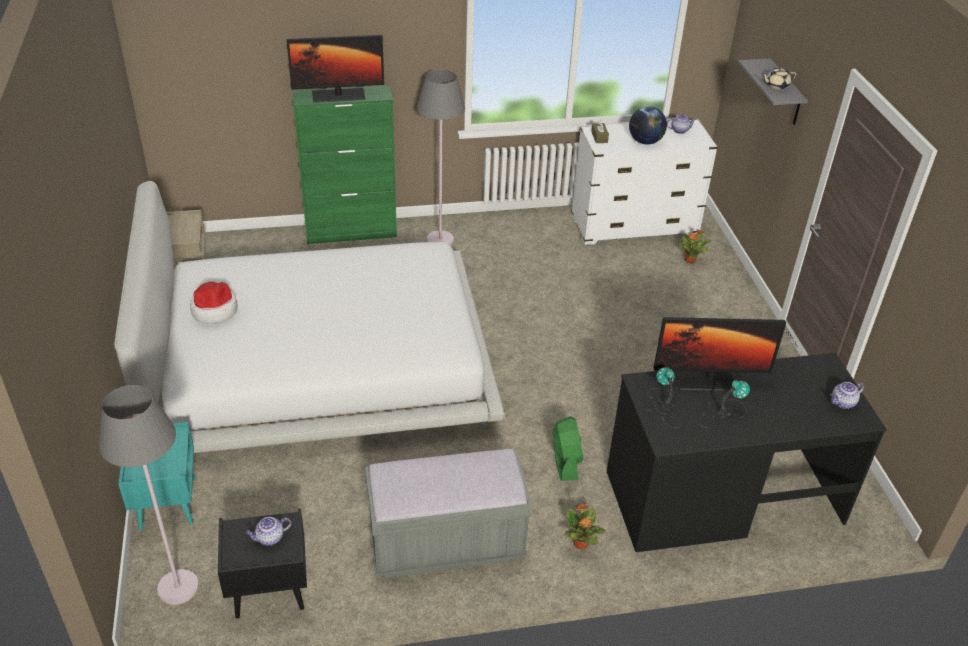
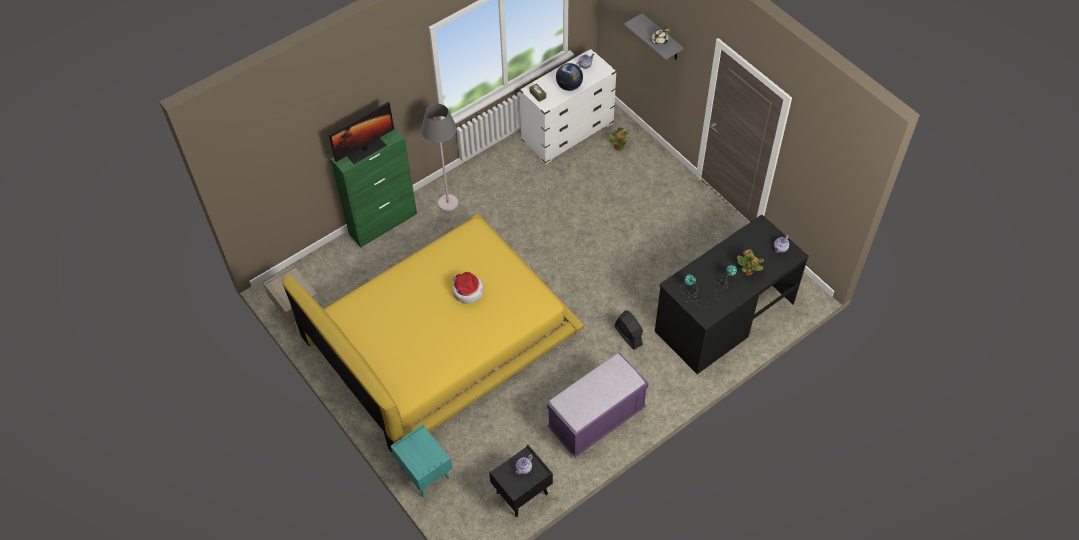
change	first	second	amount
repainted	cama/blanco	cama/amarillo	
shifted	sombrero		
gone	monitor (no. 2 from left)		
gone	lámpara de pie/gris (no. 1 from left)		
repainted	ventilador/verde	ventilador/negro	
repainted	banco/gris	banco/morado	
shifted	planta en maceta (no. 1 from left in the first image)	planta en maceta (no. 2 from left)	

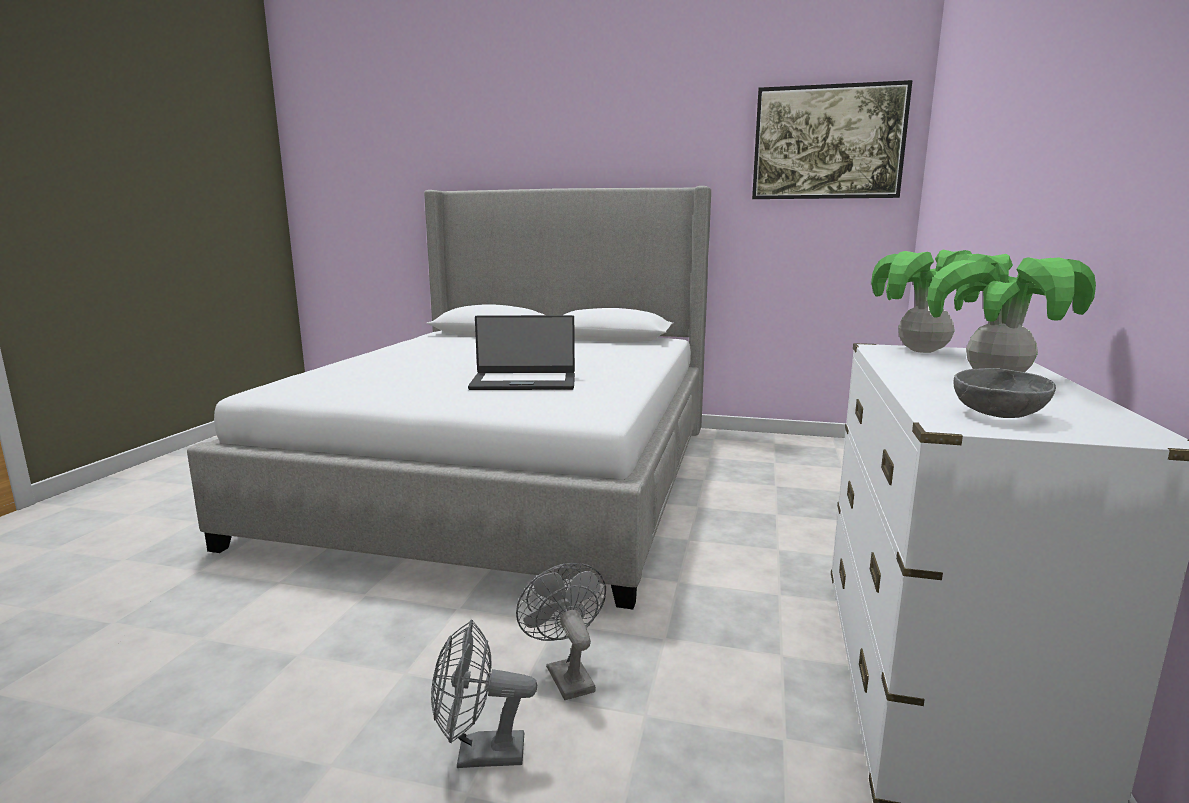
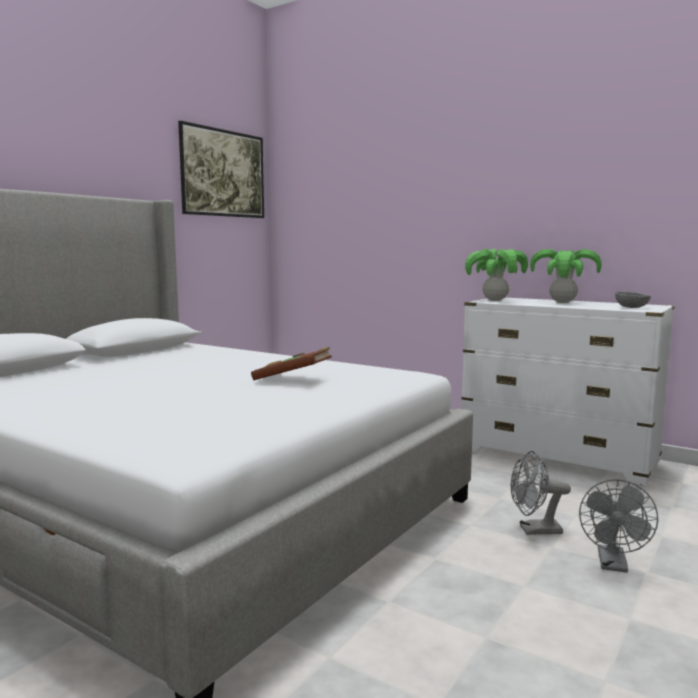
change	first	second	amount
swapped	portátil	libro/marrón	

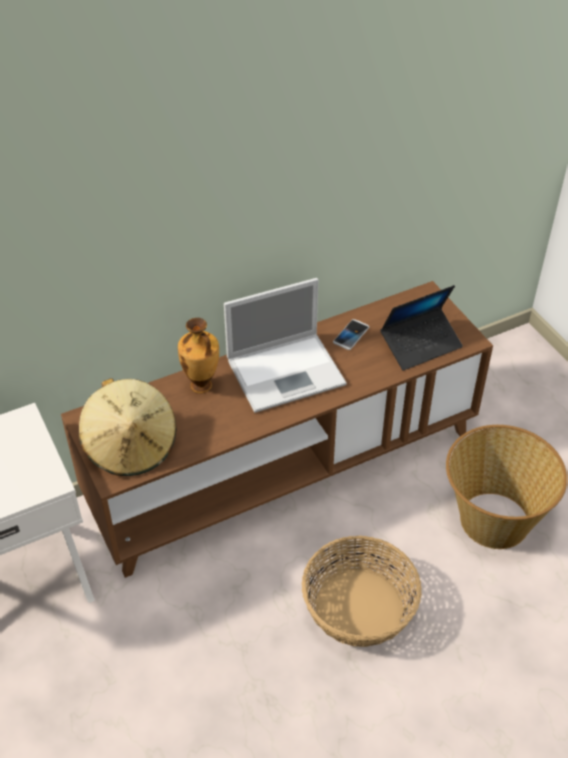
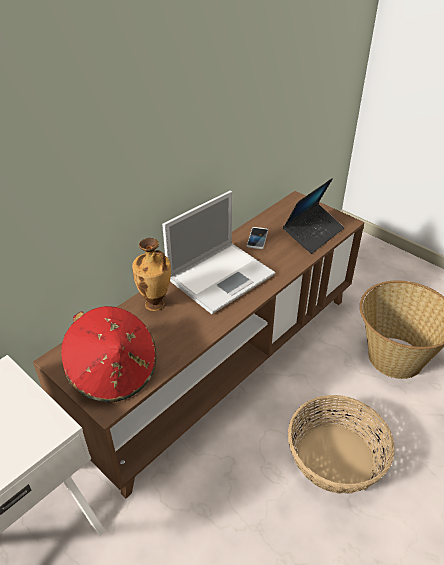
change	first	second	amount
repainted	sombrero/beis	sombrero/rojo	

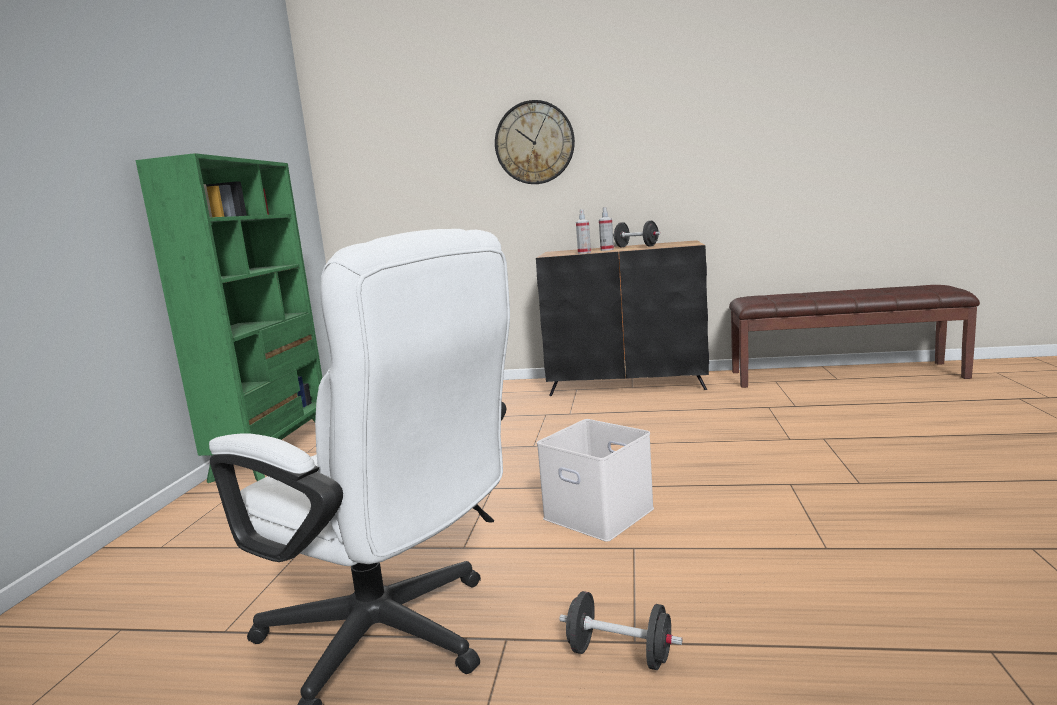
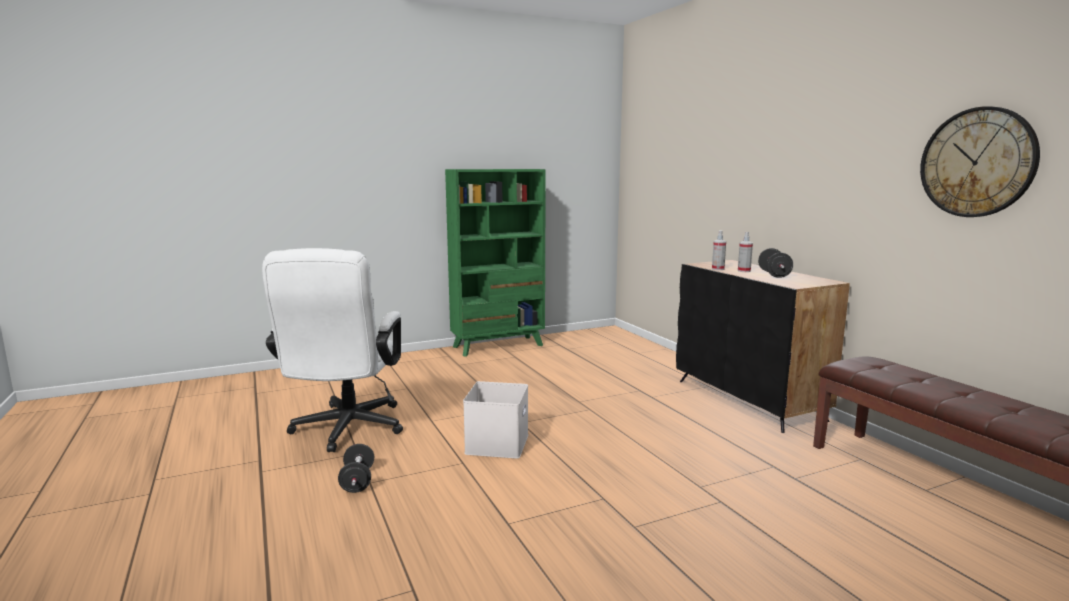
change	first	second	amount
shifted	reloj de pared		

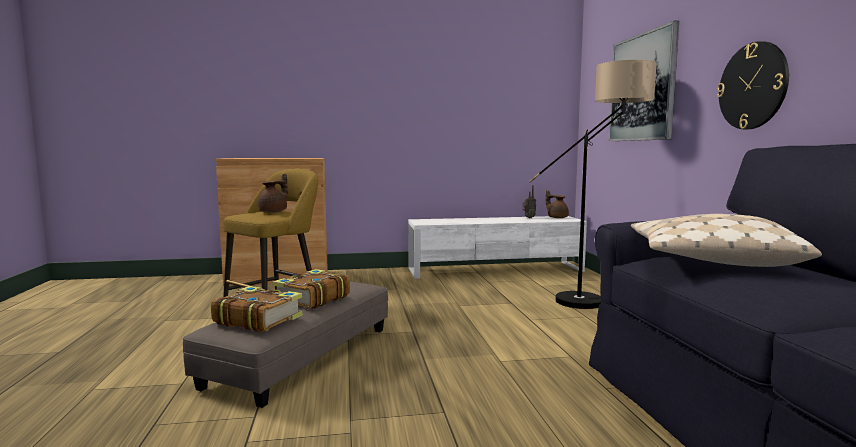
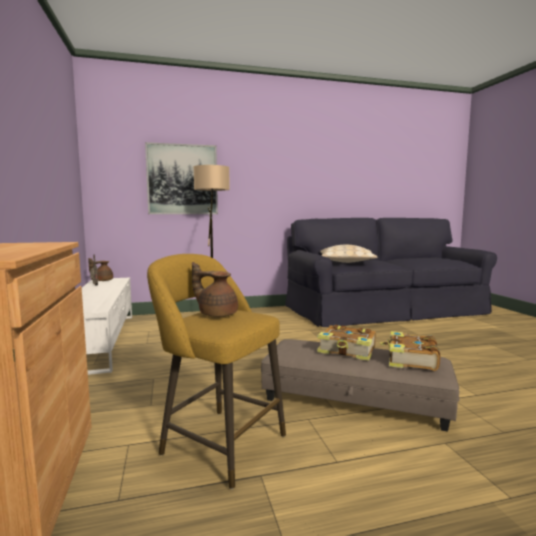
change	first	second	amount
gone	reloj de pared		

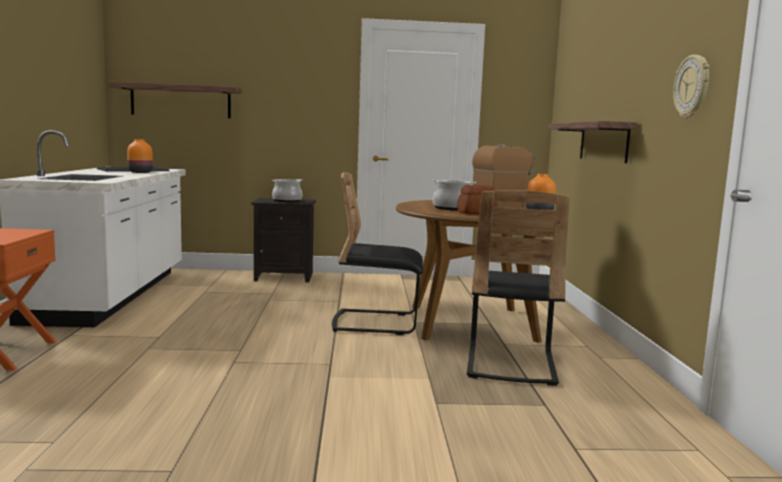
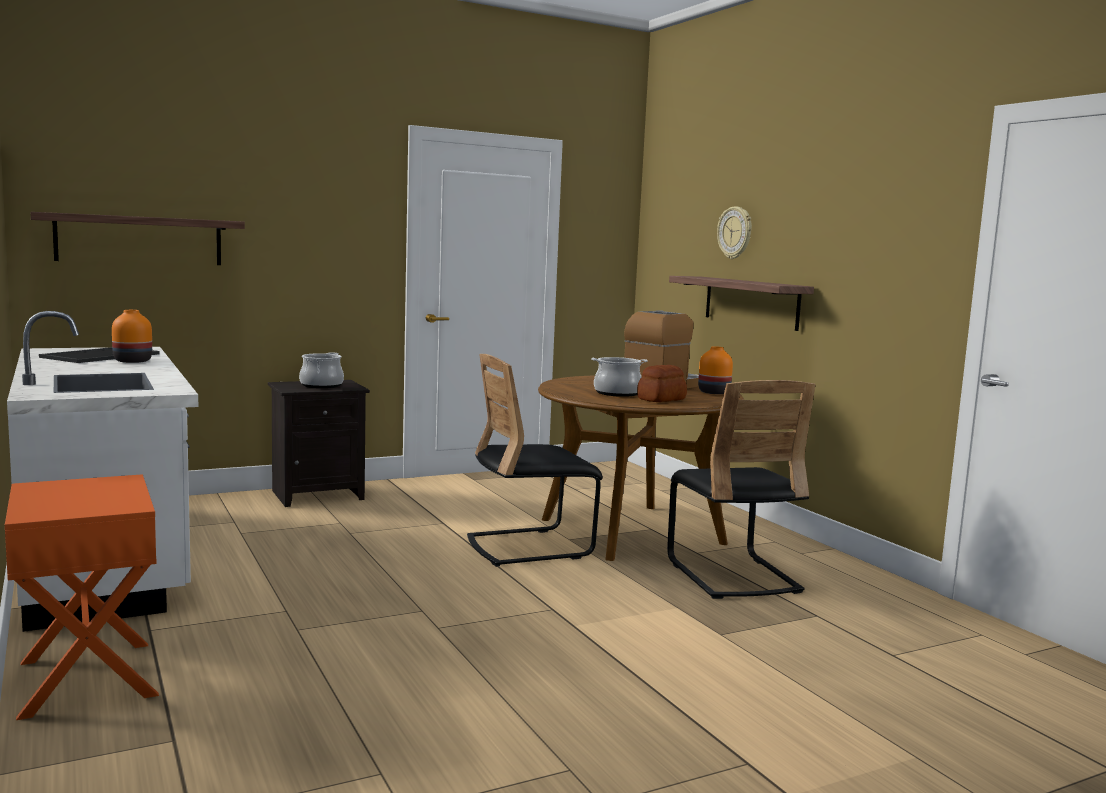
change	first	second	amount
shifted	reloj de pared		

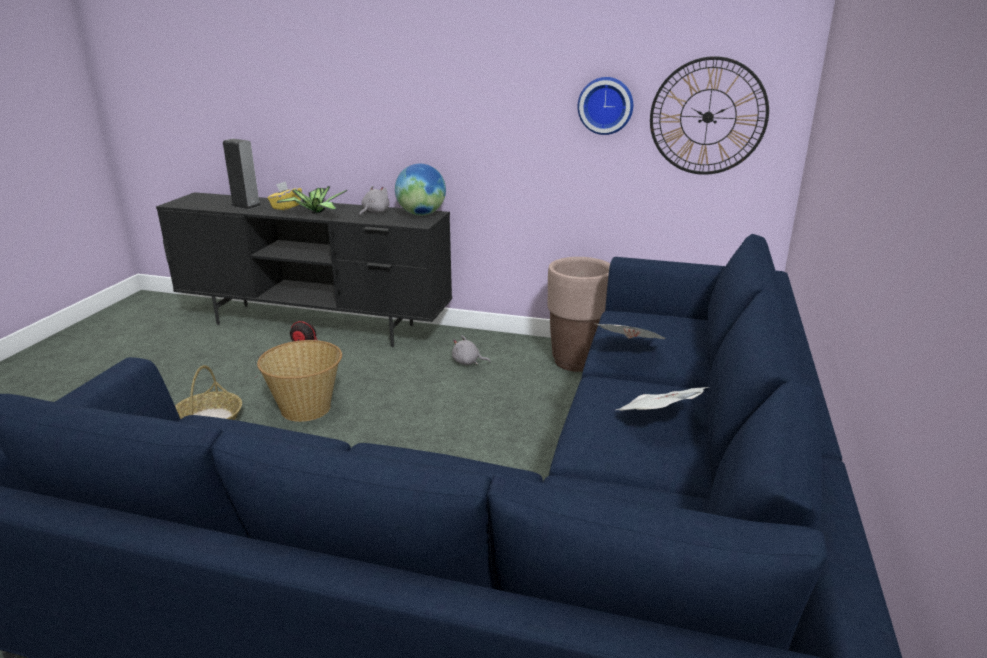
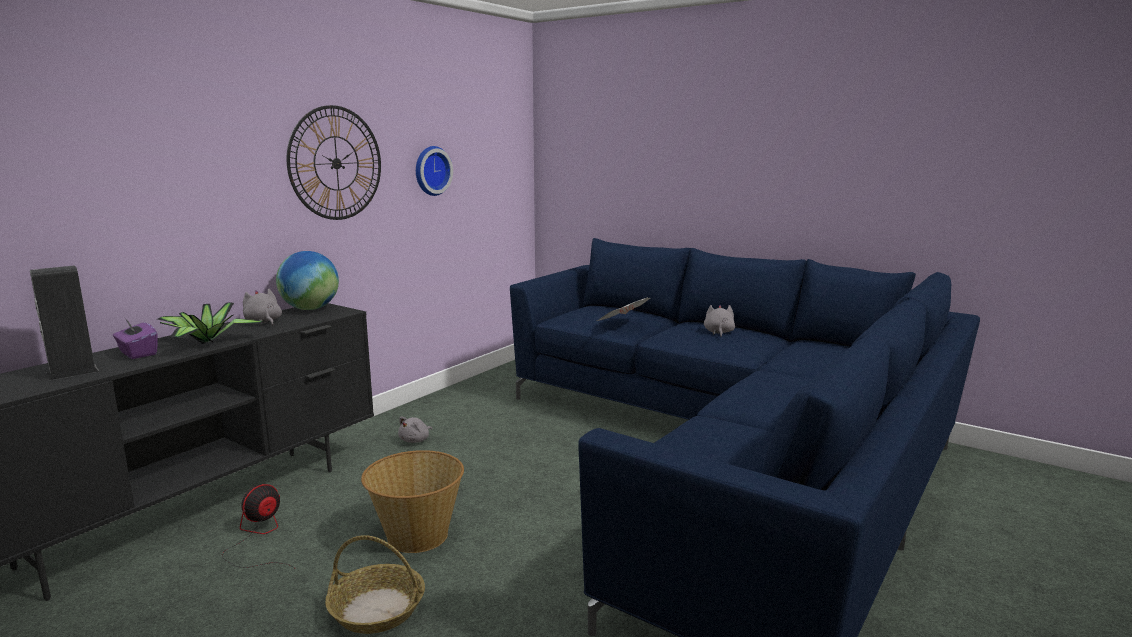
change	first	second	amount
shifted	reloj de pared (no. 2 from left in the first image)	reloj de pared (no. 1 from left)	
repainted	caja de pañuelos/amarillo	caja de pañuelos/morado	
gone	maceta/marrón		
swapped	periódico (no. 2 from left)	peluche/gris (no. 3 from left)	

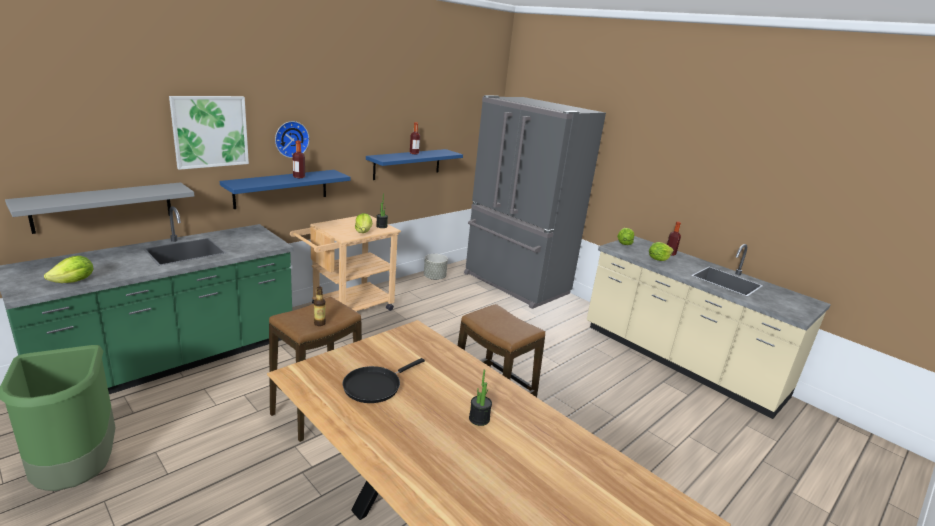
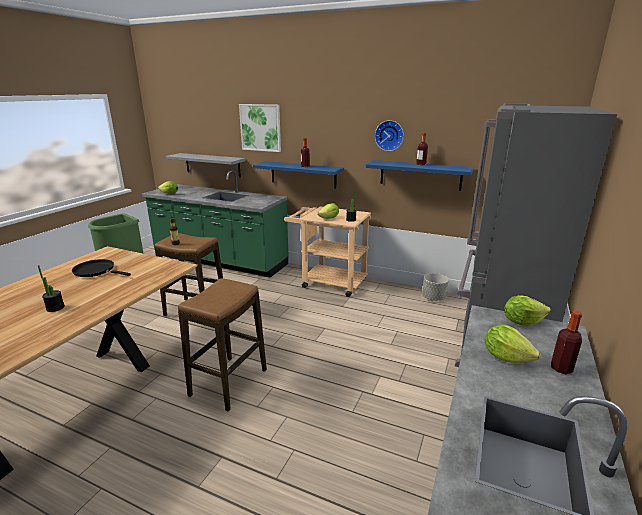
change	first	second	amount
shifted	reloj de pared		

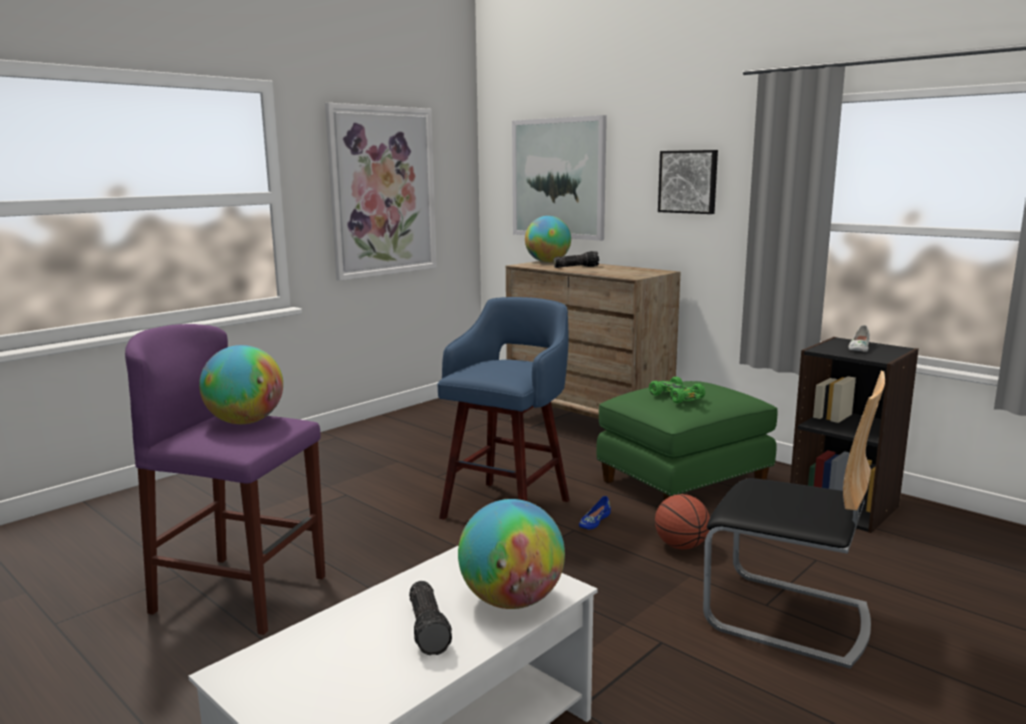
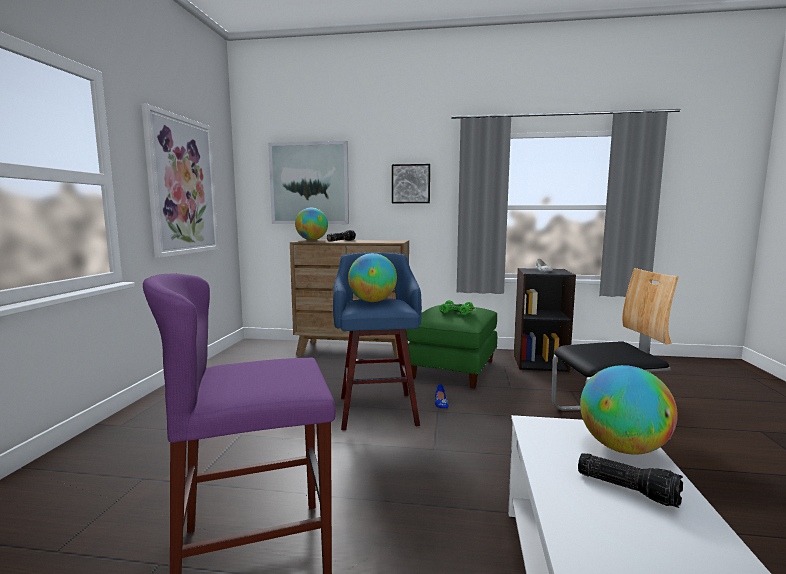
change	first	second	amount
shifted	globo terráqueo (no. 1 from left in the first image)	globo terráqueo (no. 2 from left)	
gone	balón de baloncesto		

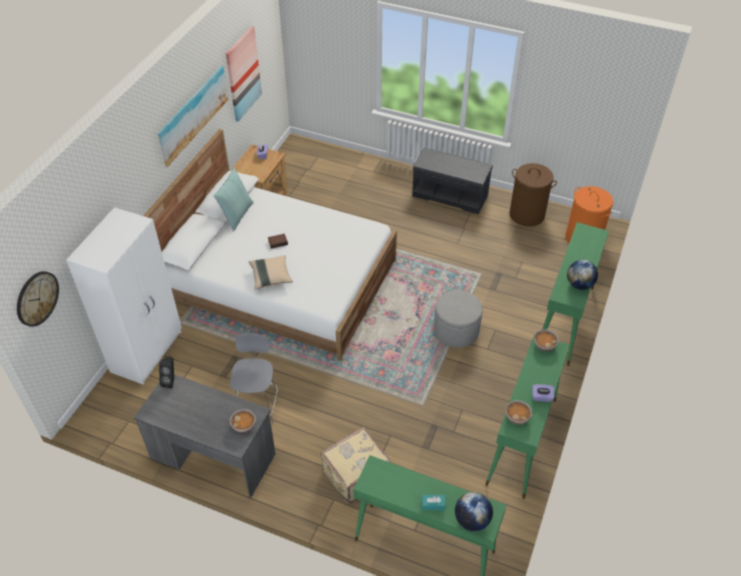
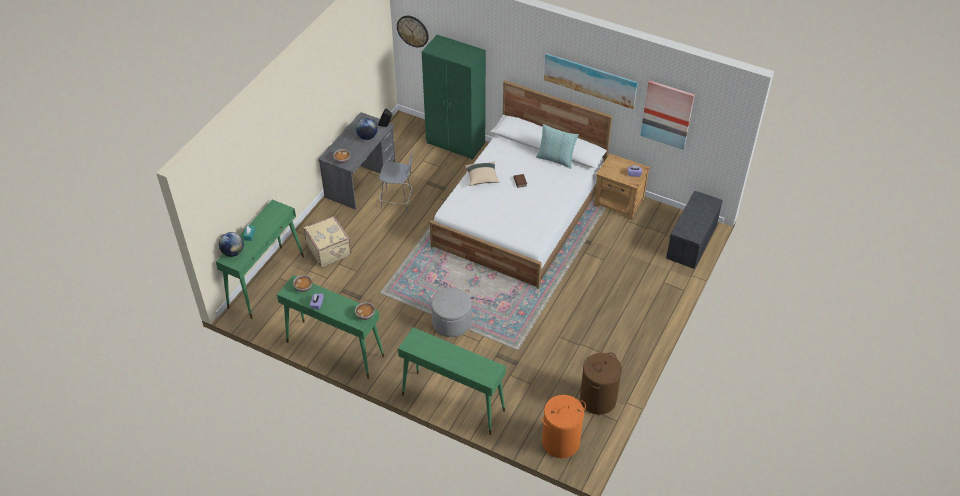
change	first	second	amount
shifted	banco/gris		
repainted	armario ropero/blanco	armario ropero/verde	
shifted	globo terráqueo (no. 2 from left)		

